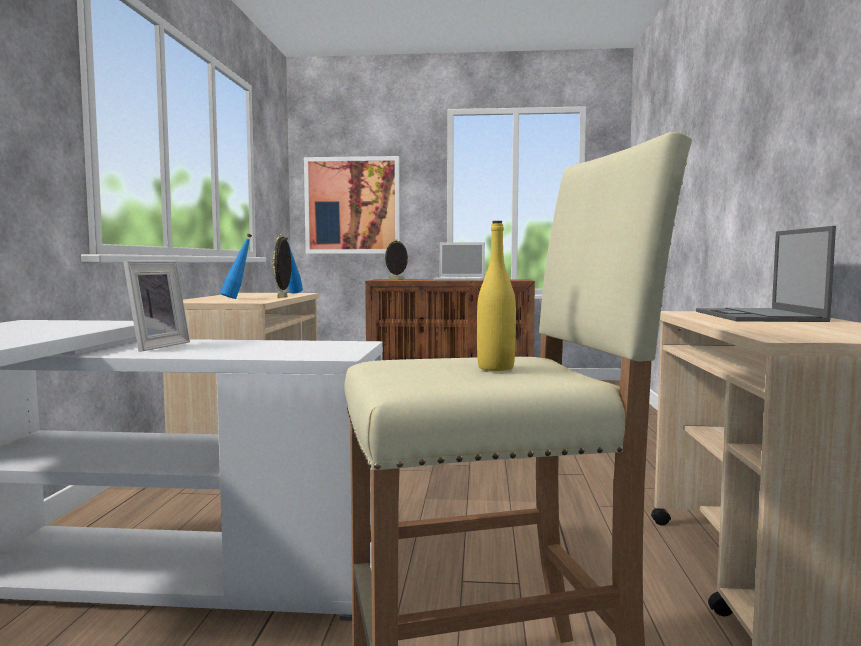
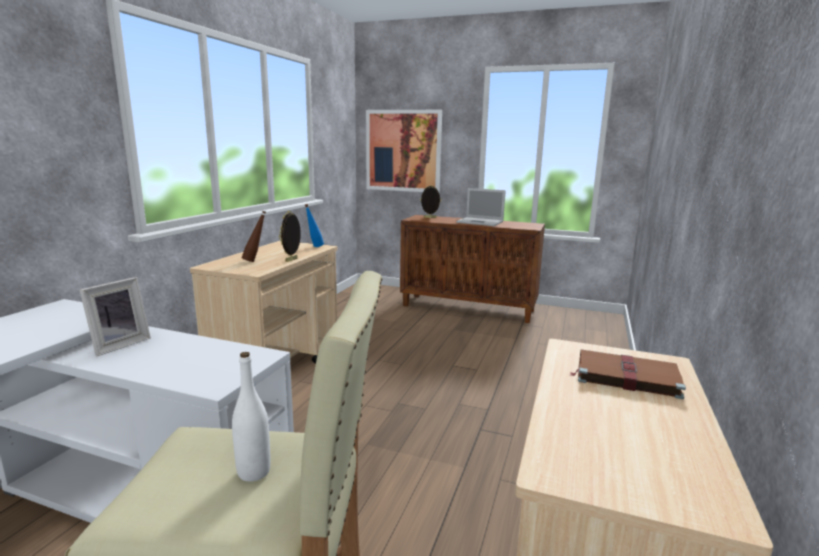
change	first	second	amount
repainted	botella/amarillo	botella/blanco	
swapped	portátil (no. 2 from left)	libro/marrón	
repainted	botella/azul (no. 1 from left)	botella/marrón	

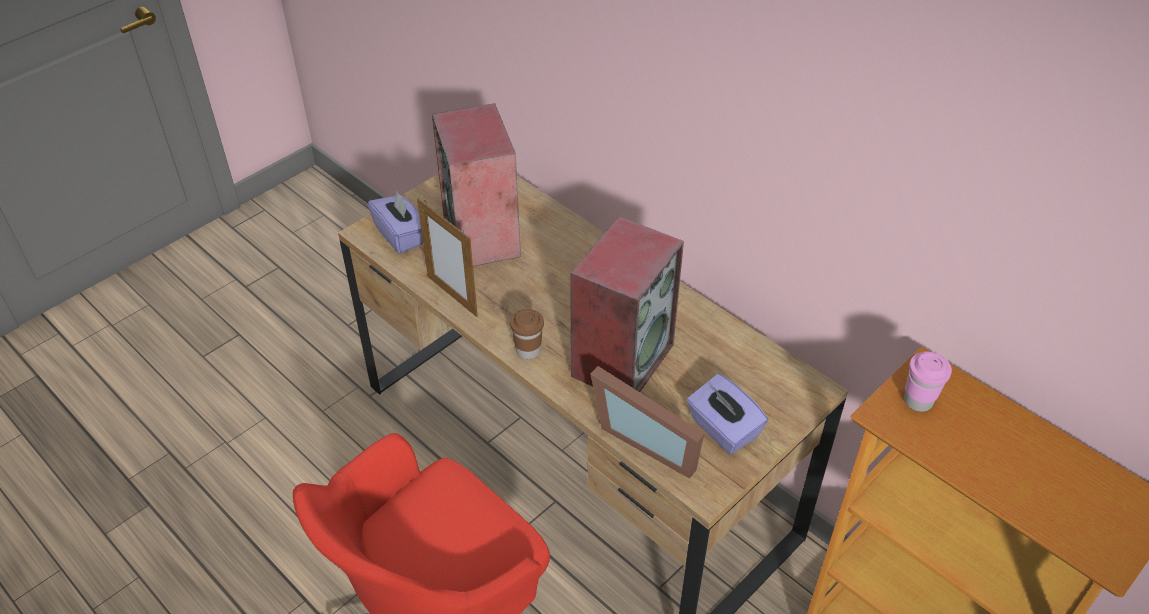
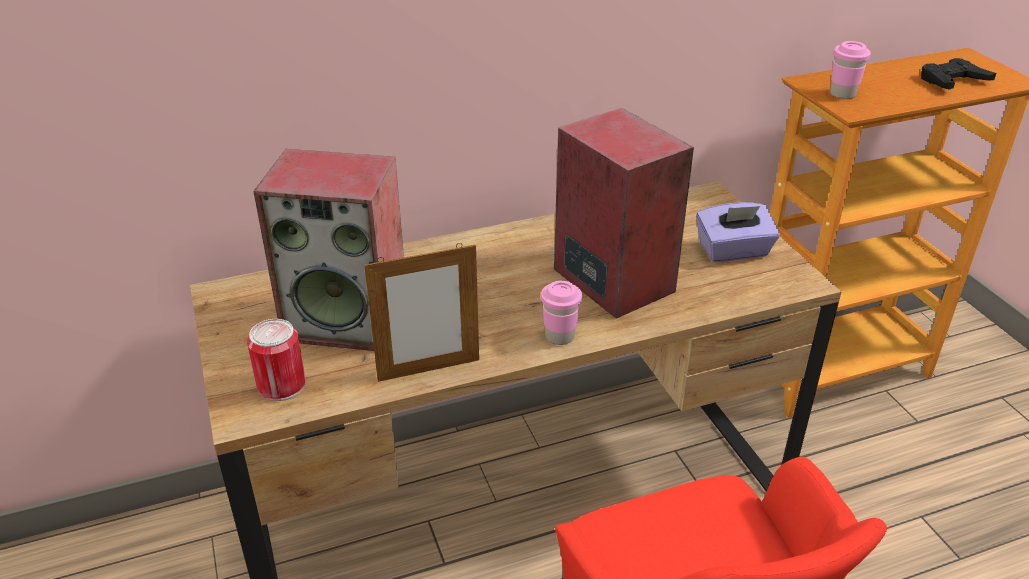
change	first	second	amount
swapped	caja de pañuelos/morado (no. 1 from left)	lata	
repainted	taza/marrón	taza/rosa (no. 1 from left)	
gone	portarretratos (no. 2 from left)		
new		mando de consola/negro	

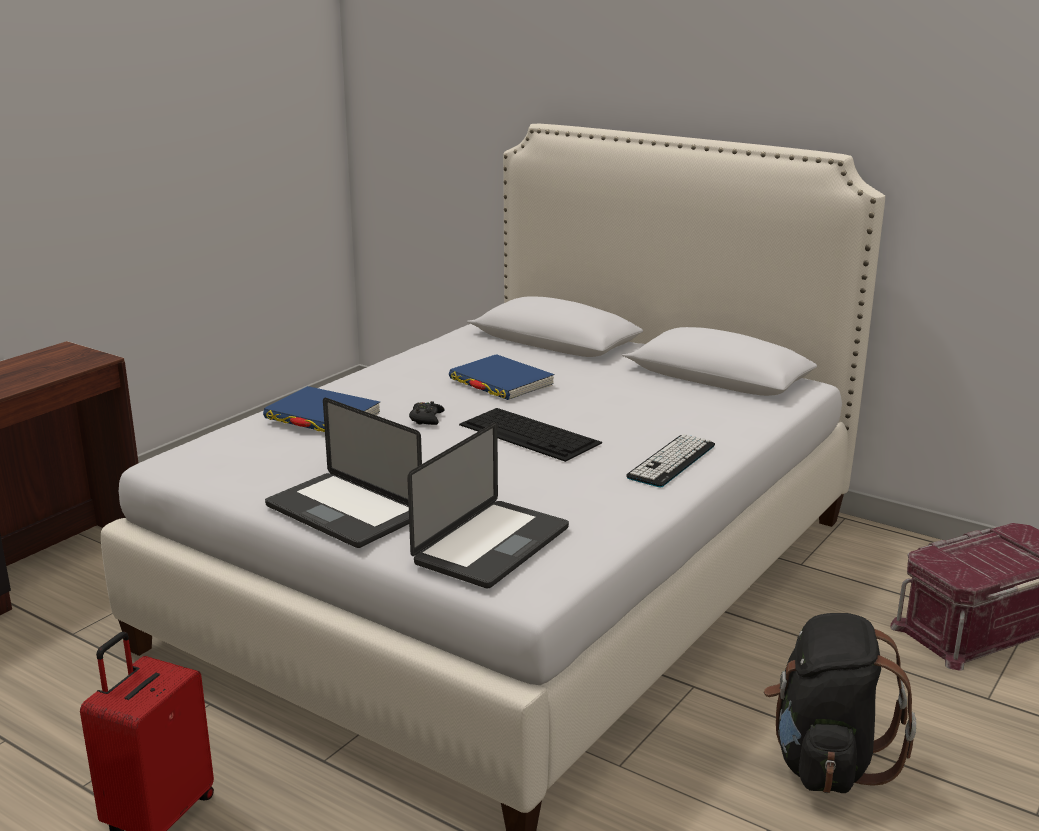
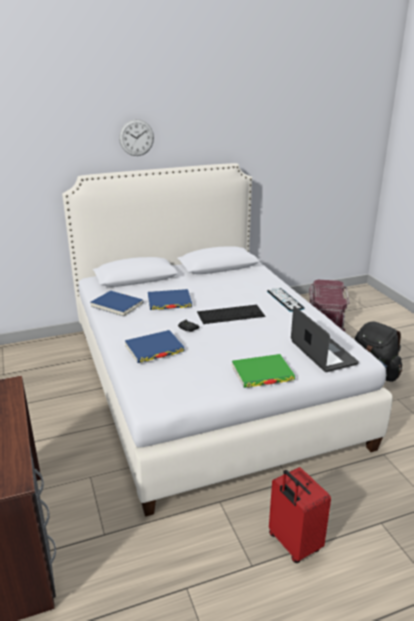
change	first	second	amount
swapped	portátil (no. 1 from left)	libro/verde	
new		reloj de pared	
new		libro/azul (no. 1 from left)	

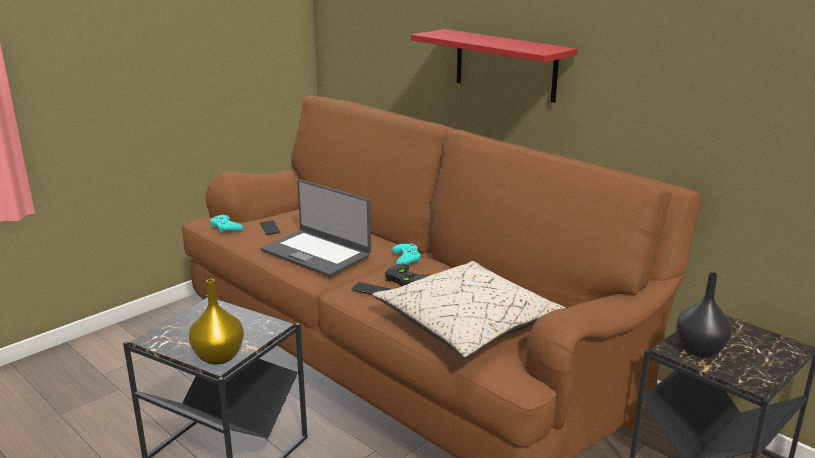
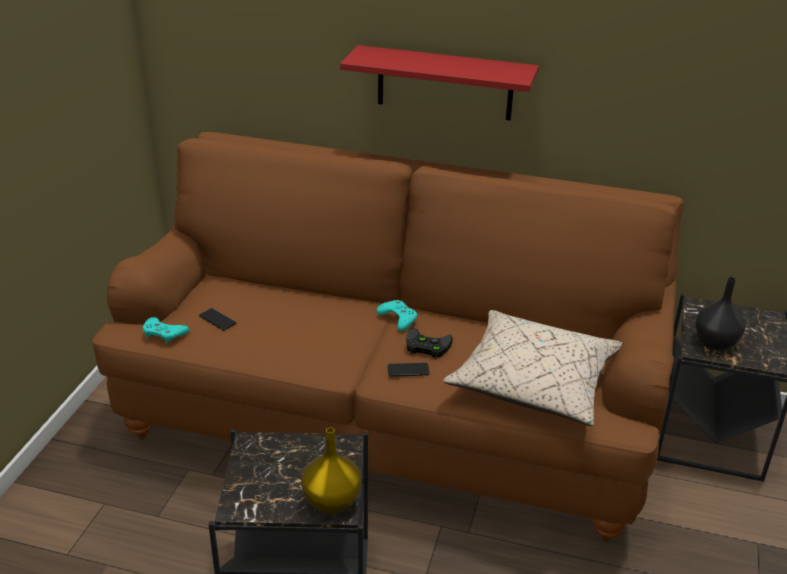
change	first	second	amount
gone	portátil		

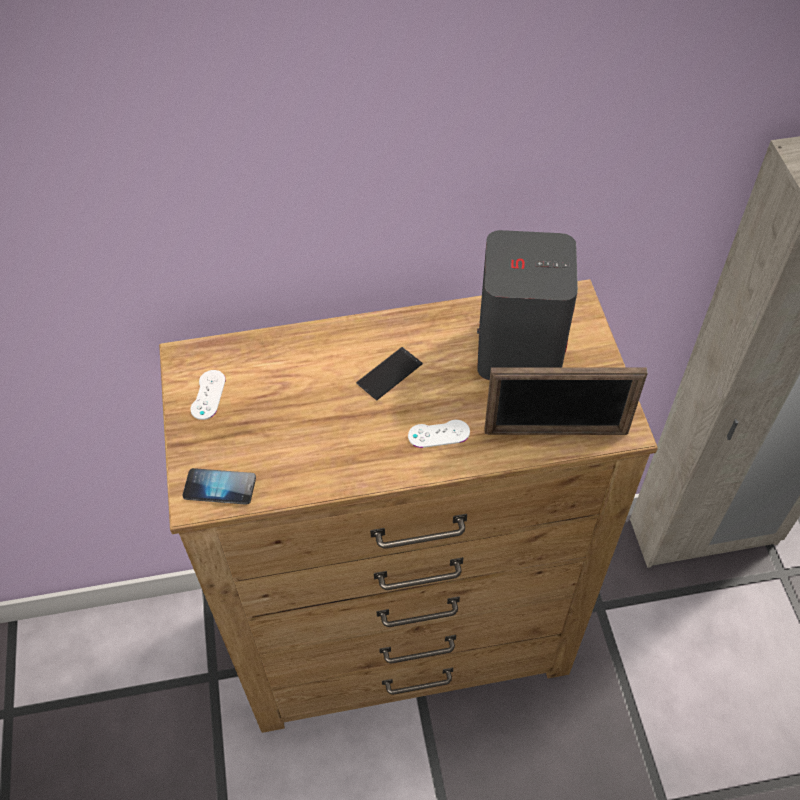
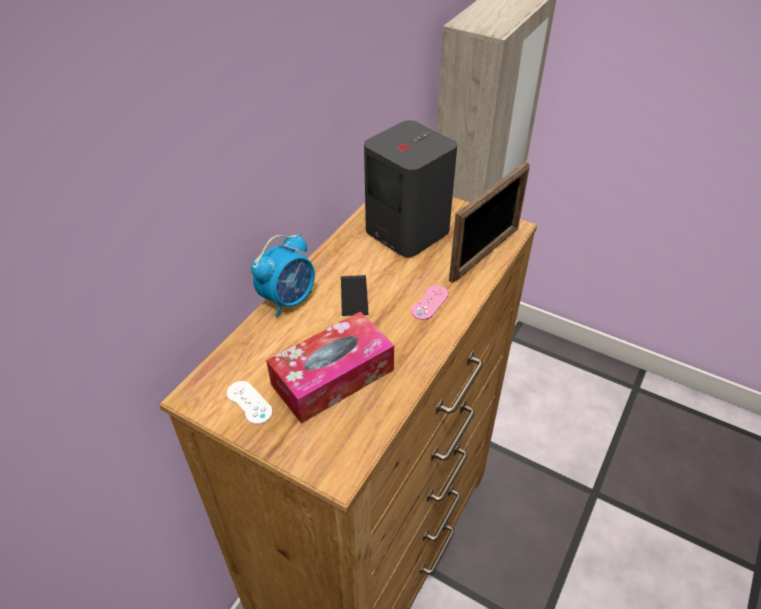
change	first	second	amount
repainted	mando de consola/blanco (no. 2 from left)	mando de consola/rosa	
gone	móvil (no. 1 from left)		
new		despertador	
new		caja de pañuelos	

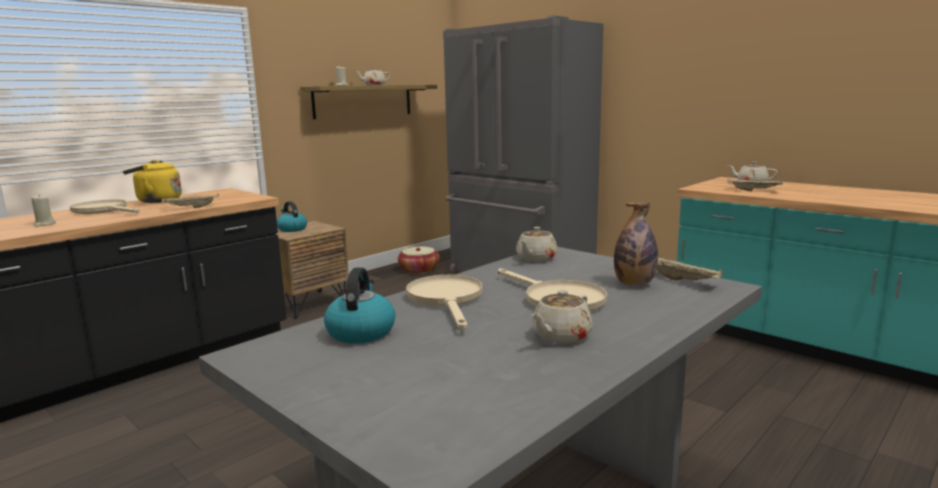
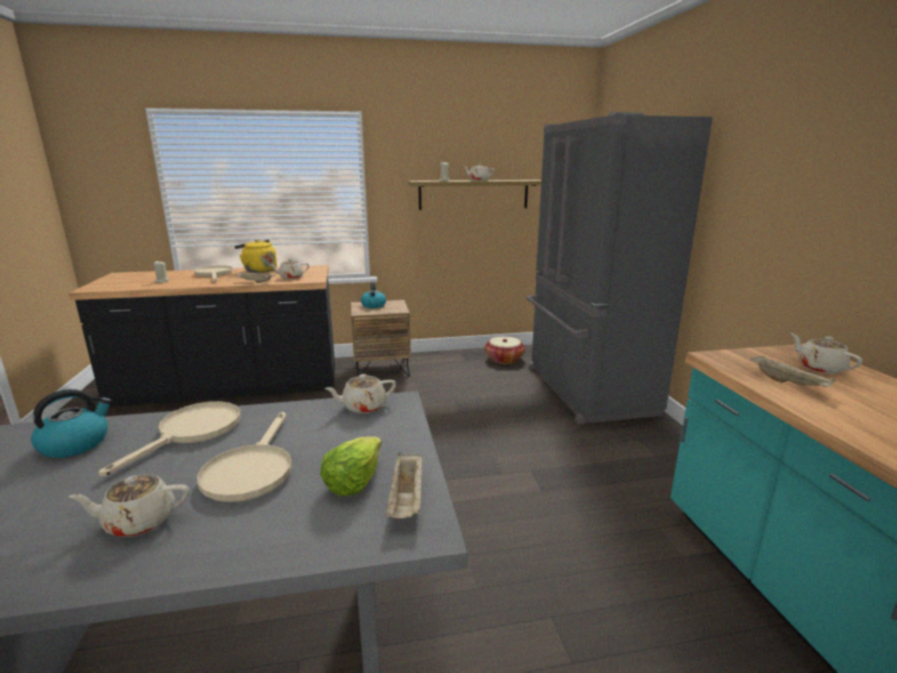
change	first	second	amount
swapped	botella	lechuga	
new		tetera/beis (no. 2 from left)	

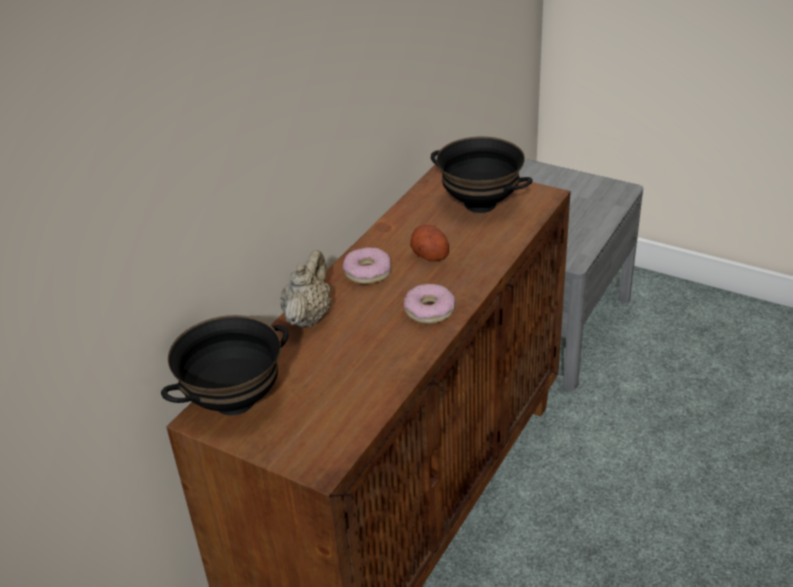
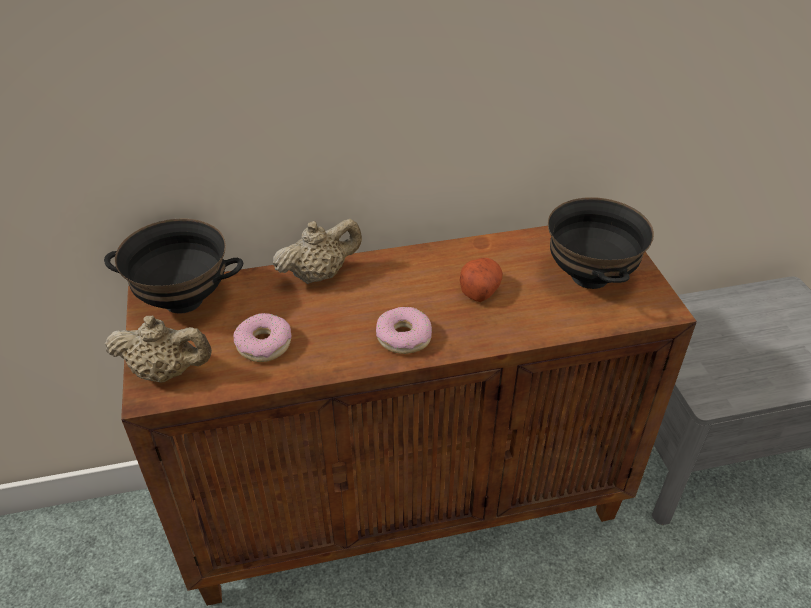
change	first	second	amount
shifted	rosquilla (no. 1 from left)		
new		tetera/beis (no. 1 from left)	

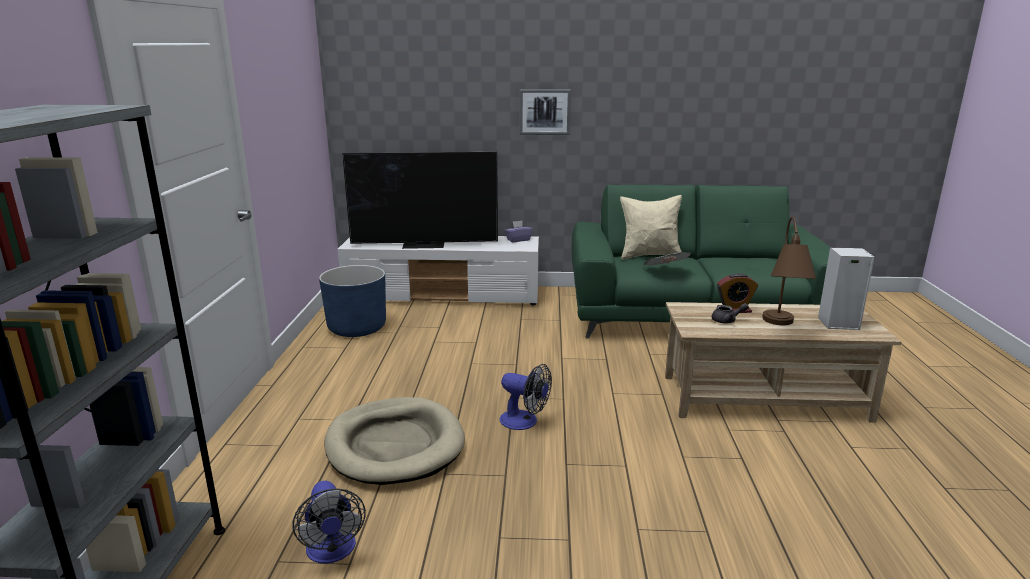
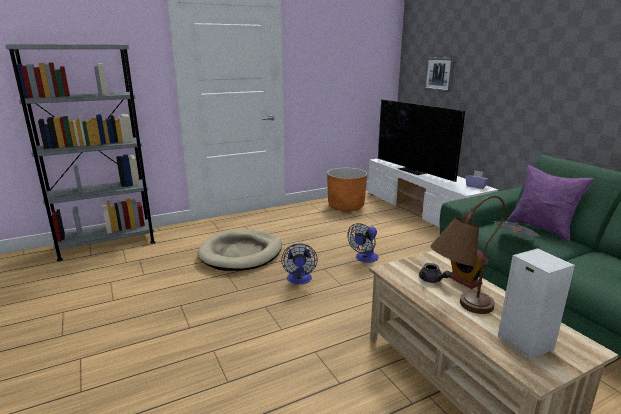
change	first	second	amount
shifted	cuadro		
repainted	cojín/beis	cojín/morado	
repainted	maceta/azul	maceta/naranja	
shifted	ventilador (no. 1 from left in the first image)	ventilador (no. 2 from left)	

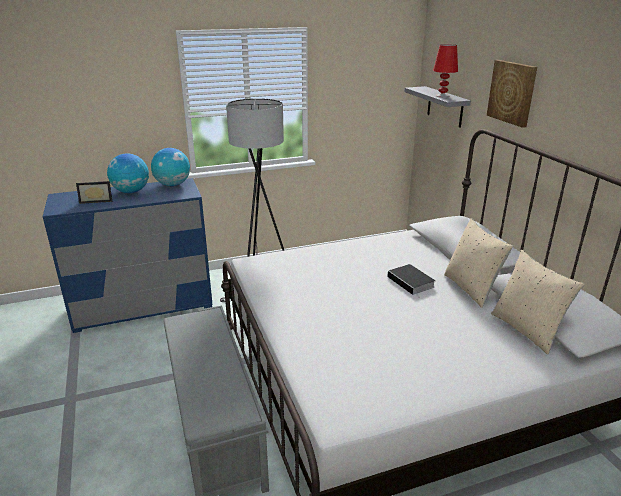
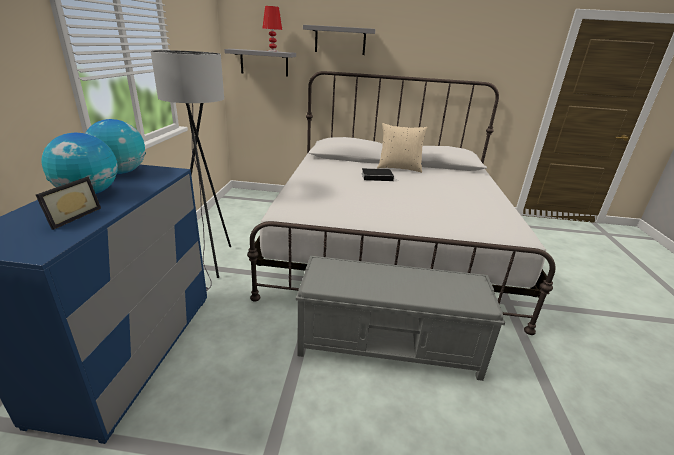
change	first	second	amount
swapped	cuadro	estante/gris (no. 2 from left)	
gone	cojín/beis (no. 2 from left)		

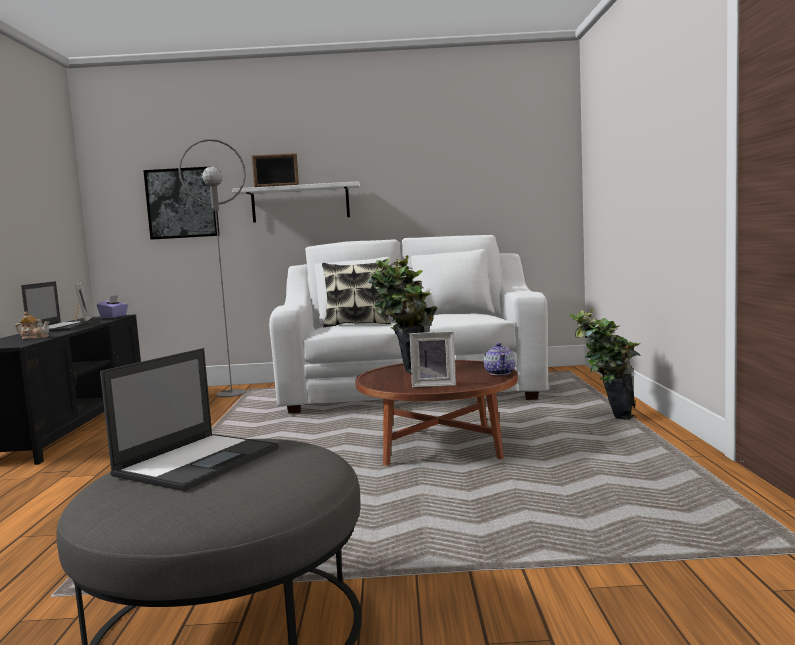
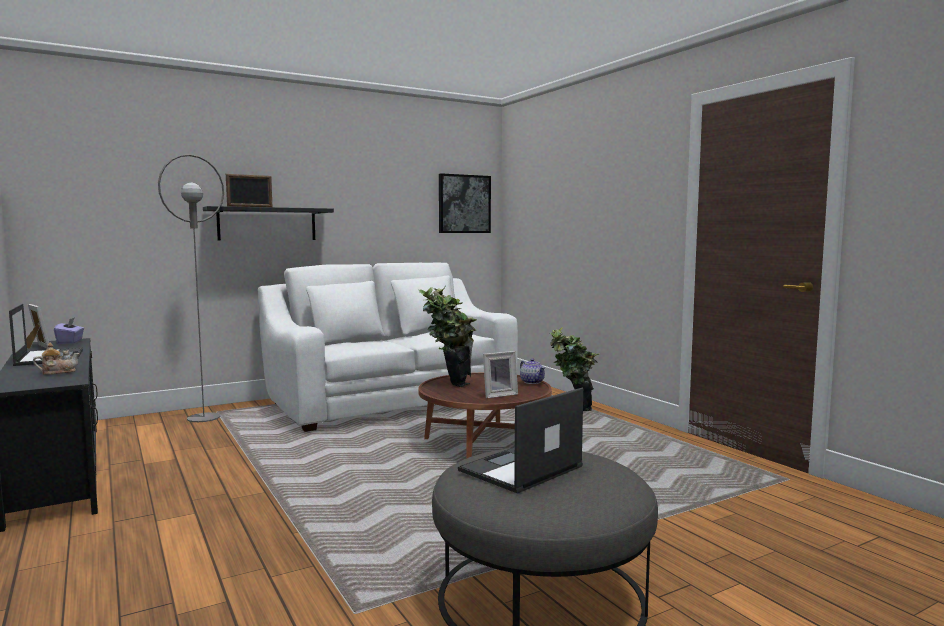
change	first	second	amount
shifted	cuadro		
repainted	estante/blanco	estante/negro	
gone	cojín		
rotated	portátil (no. 2 from left)		135 degrees counterclockwise

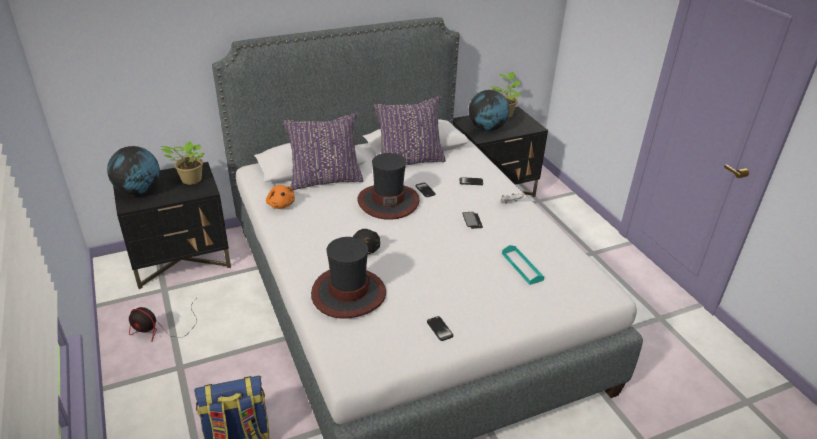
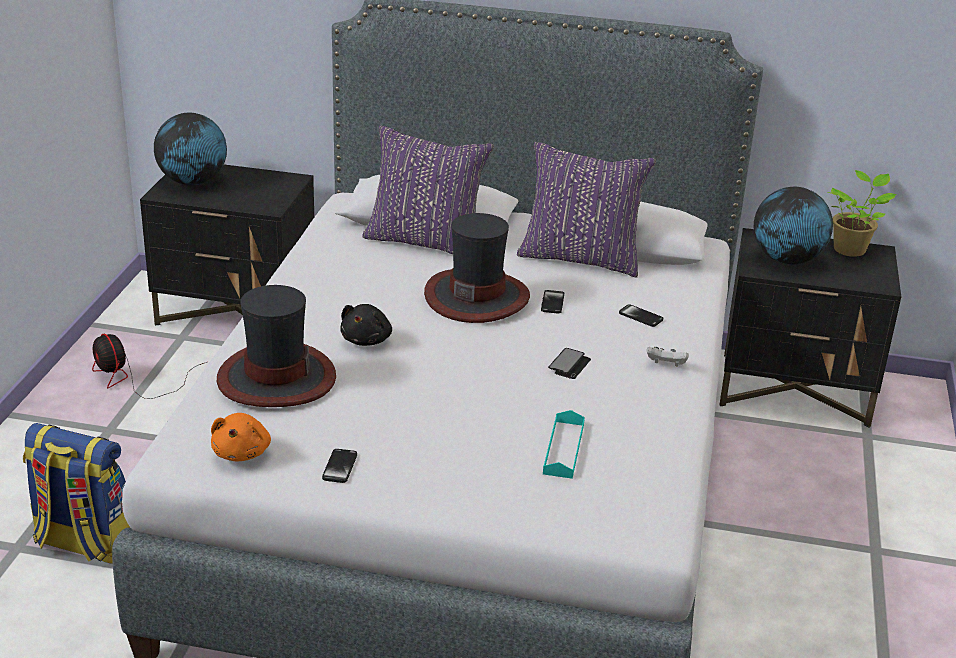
change	first	second	amount
gone	planta en maceta (no. 1 from left)		
shifted	peluche/naranja		

